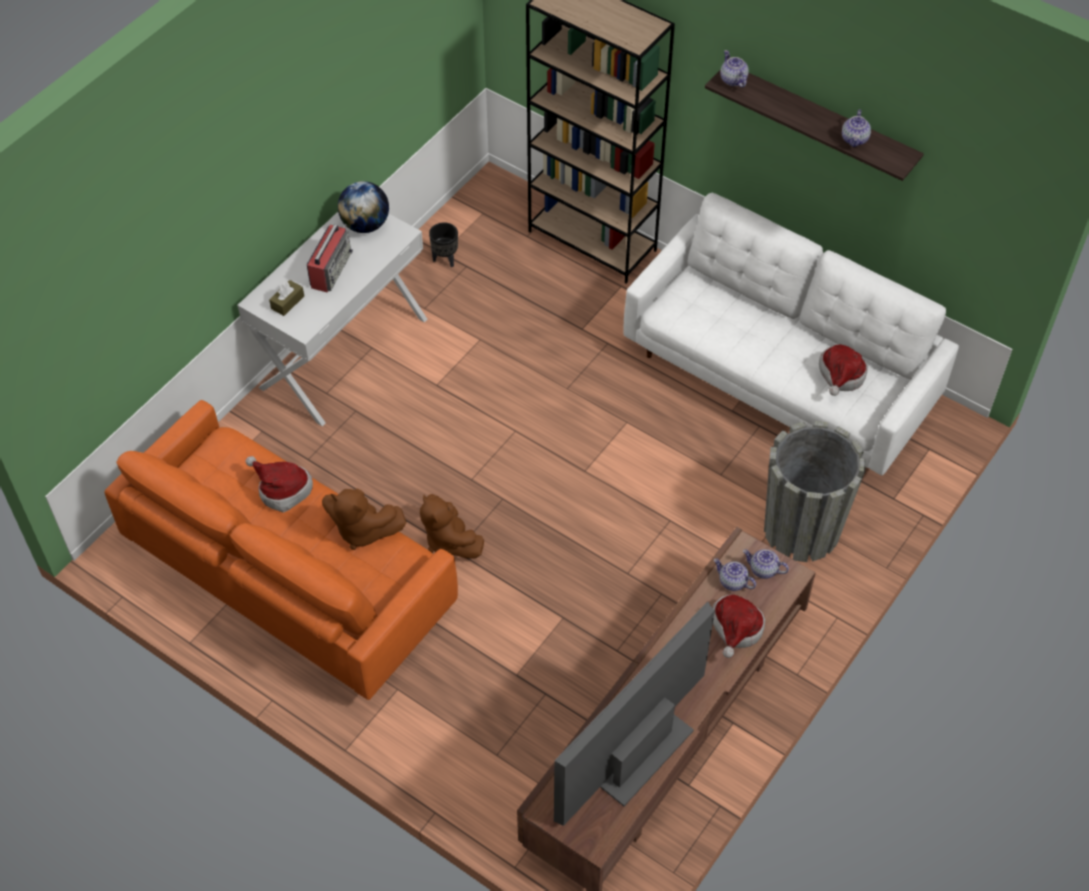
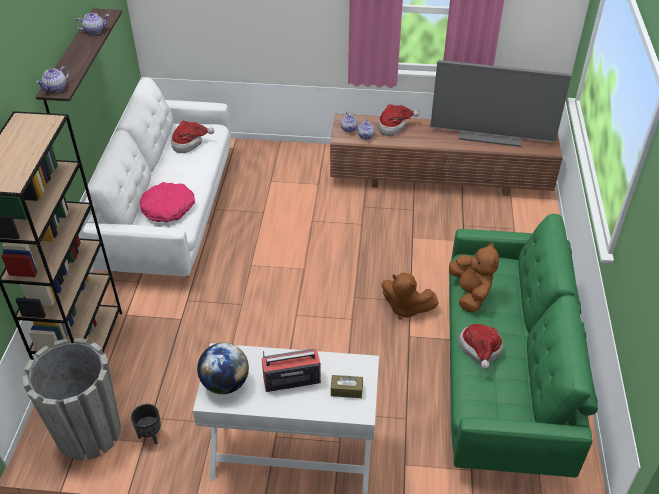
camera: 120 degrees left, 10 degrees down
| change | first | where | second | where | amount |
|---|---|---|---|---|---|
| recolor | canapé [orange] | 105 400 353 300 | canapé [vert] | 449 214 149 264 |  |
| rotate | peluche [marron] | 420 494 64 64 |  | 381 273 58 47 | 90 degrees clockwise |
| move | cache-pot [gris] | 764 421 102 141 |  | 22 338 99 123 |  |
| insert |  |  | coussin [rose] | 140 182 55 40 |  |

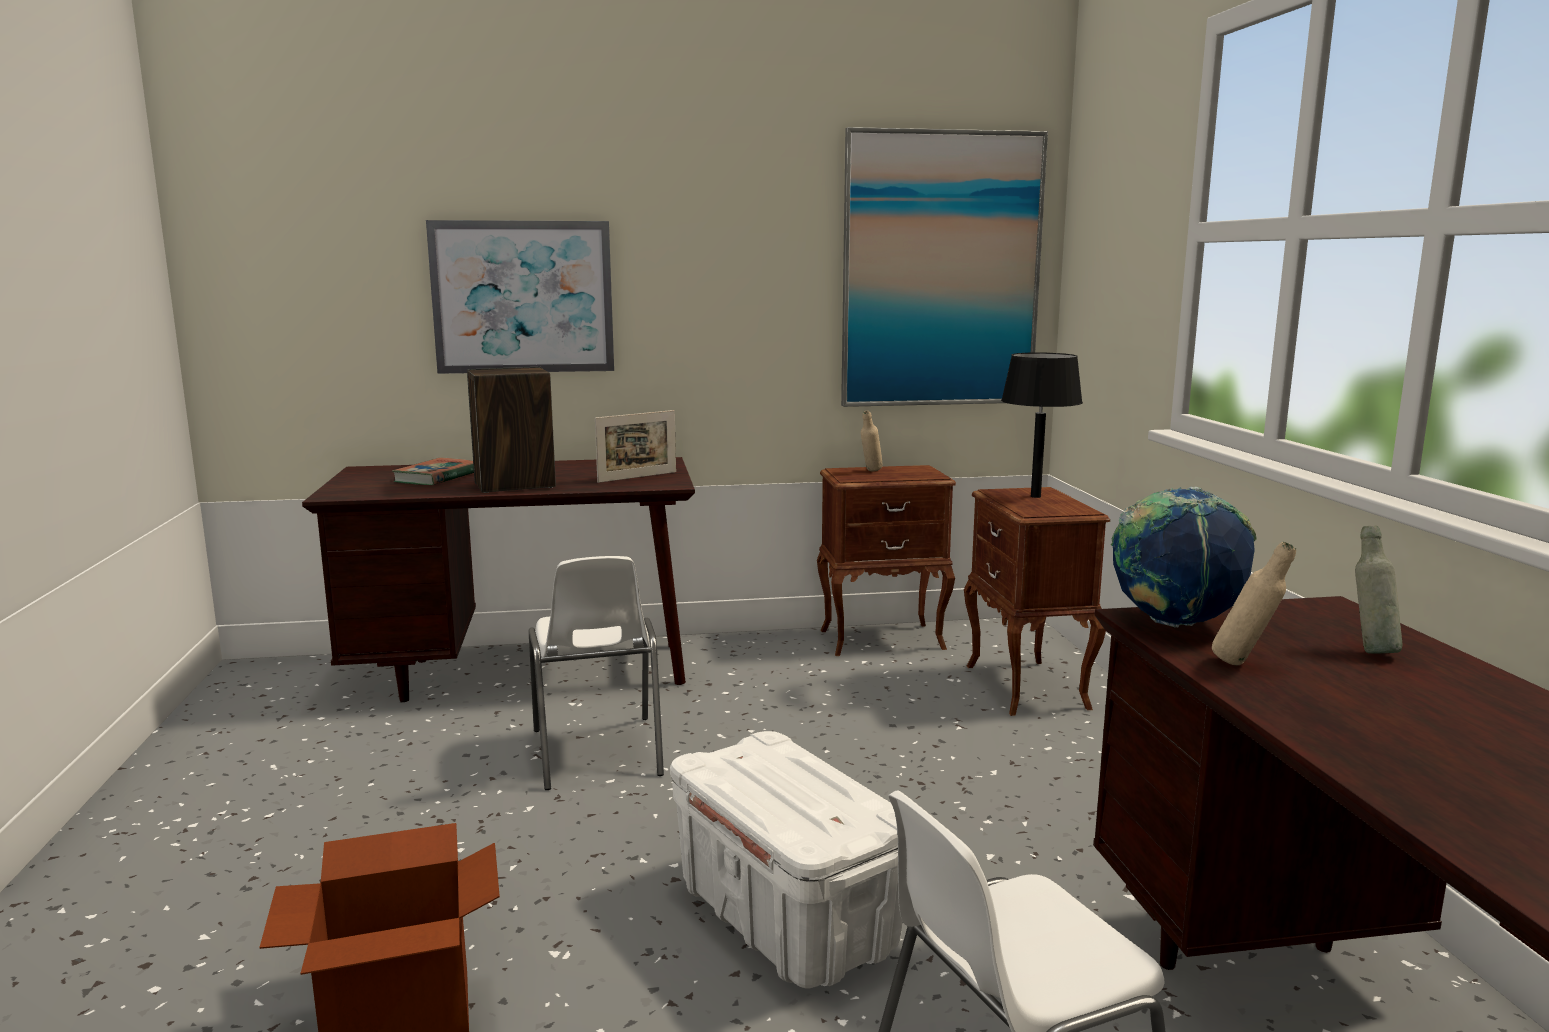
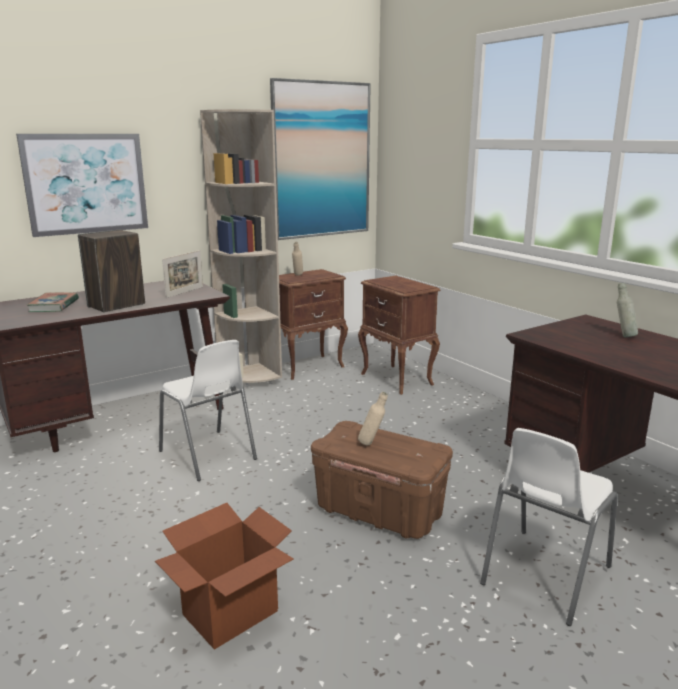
camera: 25 degrees left, 5 degrees up
| change | first | where | second | where | amount |
|---|---|---|---|---|---|
| recolor | boîte de rangement [blanc] | 670 731 232 258 | boîte de rangement [marron] | 311 421 142 118 |  |
| delete | lampe de table [noir] | 1001 353 82 145 |  |  |  |
| delete | globe | 1111 487 146 141 |  |  |  |
| move | bouteille [beige] | 1212 542 84 124 |  | 358 392 30 53 |  |
| insert |  |  | bibliothèque [beige] | 200 109 82 278 |  |

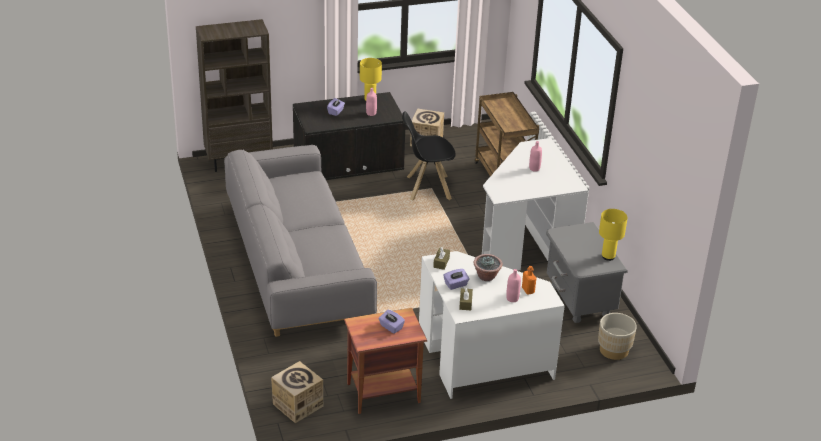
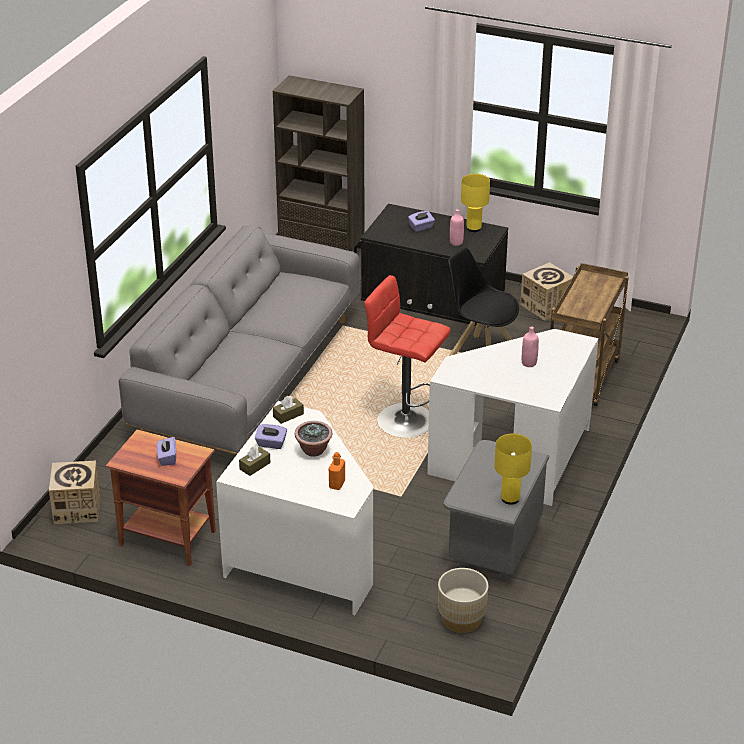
camera: 40 degrees right, 0 degrees up
| change | first | where | second | where | amount |
|---|---|---|---|---|---|
| delete | bouteille [rose] | 506 269 15 33 |  |  |  |
| insert |  |  | tabouret [rouge] | 364 275 87 163 |  |

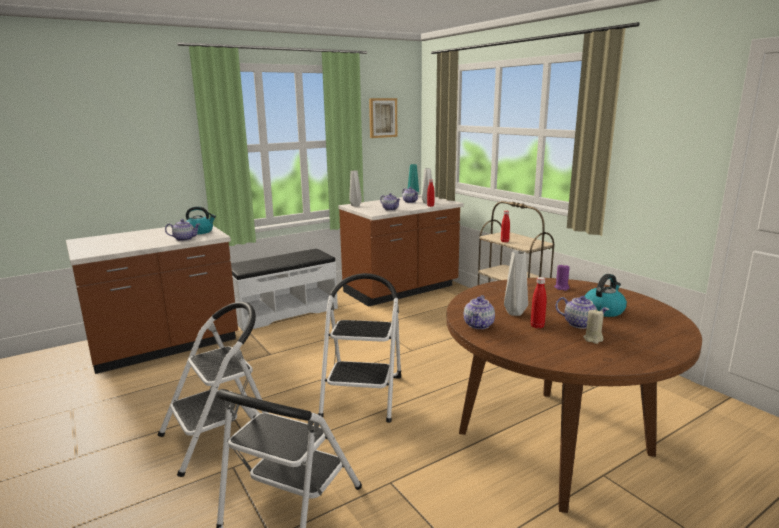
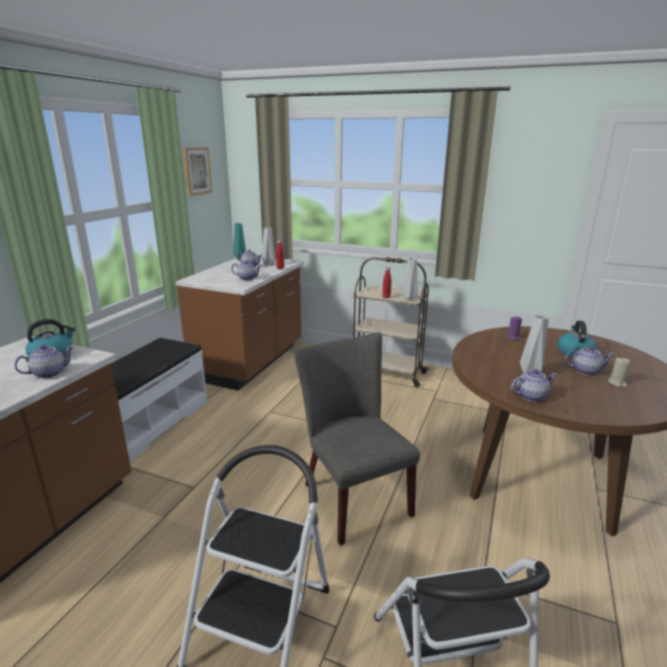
camera: 35 degrees left, 5 degrees up
| change | first | where | second | where | amount |
|---|---|---|---|---|---|
| replace | escabeau | 318 273 83 150 | chaise [gris] | 294 332 126 213 |  |
| move | vase [gris] | 349 171 13 35 |  | 402 258 16 43 |  |
| rotate | théière | 464 295 31 34 |  | 511 369 46 33 | 90 degrees counterclockwise |
| delete | bouteille [rouge] | 531 277 16 52 |  |  |  |

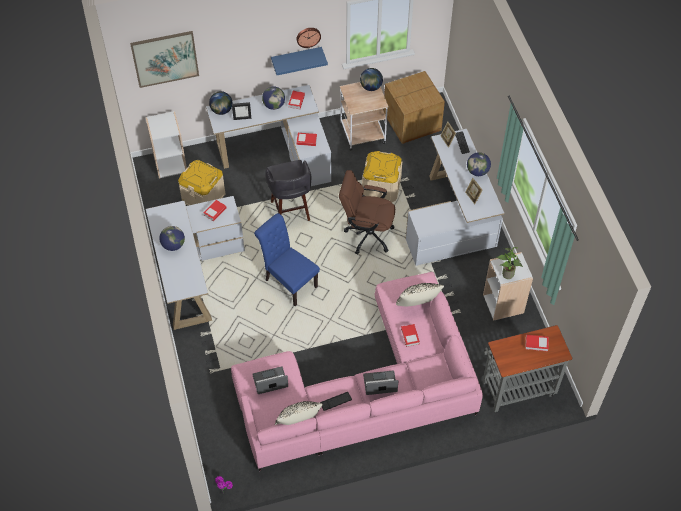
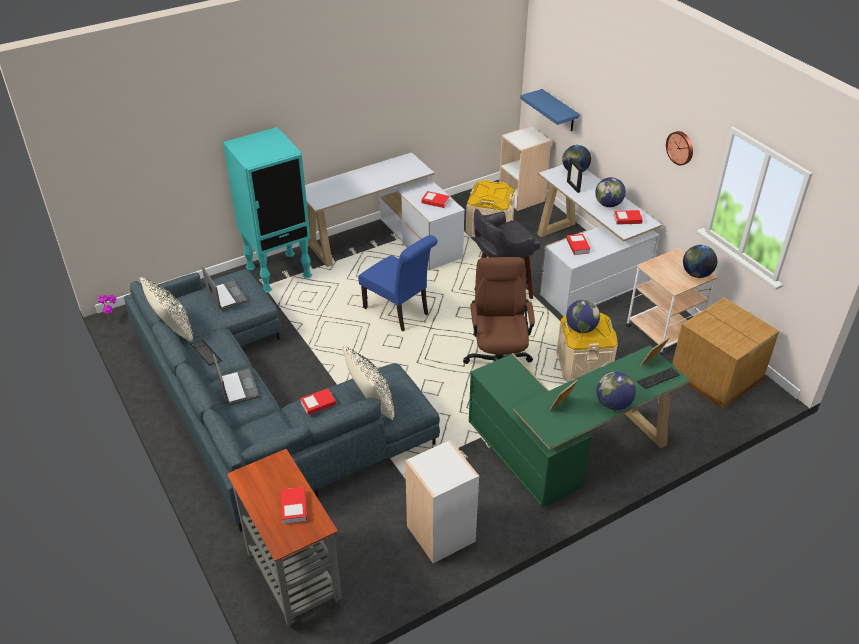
camera: 75 degrees right, 15 degrees down
| change | first | where | second | where | amount |
|---|---|---|---|---|---|
| delete | tableau | 130 31 69 57 |  |  |  |
| move | globe | 159 226 26 25 |  | 566 300 34 33 |  |
| recolor | canapé [rose] | 231 272 252 199 | canapé [bleu] | 124 269 316 263 |  |
| rotate | chaise [bleu] | 254 213 66 93 |  | 358 235 80 96 | 105 degrees clockwise |
| move | étagère [bleu] | 271 47 57 28 |  | 520 89 60 42 |  |
| recolor | bureau [blanc] | 406 129 98 137 | bureau [vert] | 469 345 221 163 |  |
| delete | plante en pot | 496 247 27 32 |  |  |  |
| insert |  |  | meuble de rangement [turquoise] | 223 127 89 166 |  |

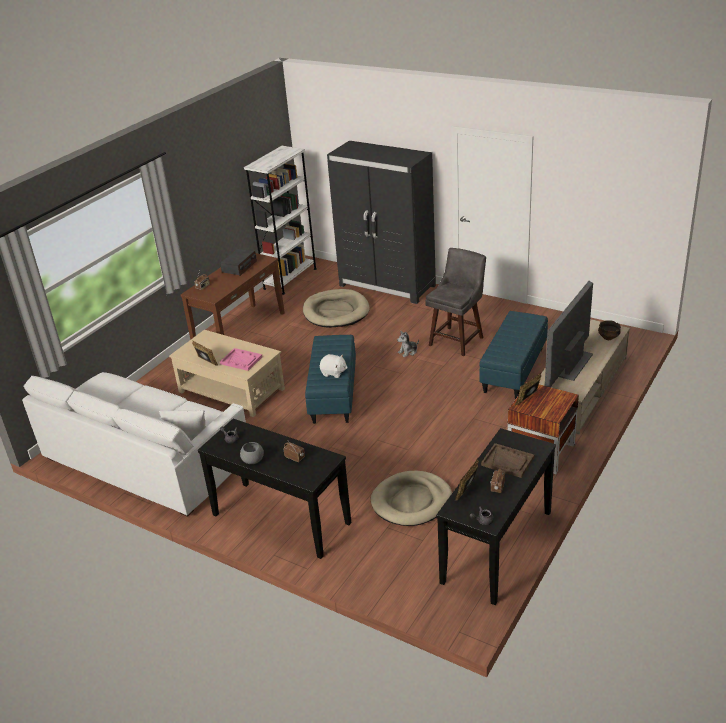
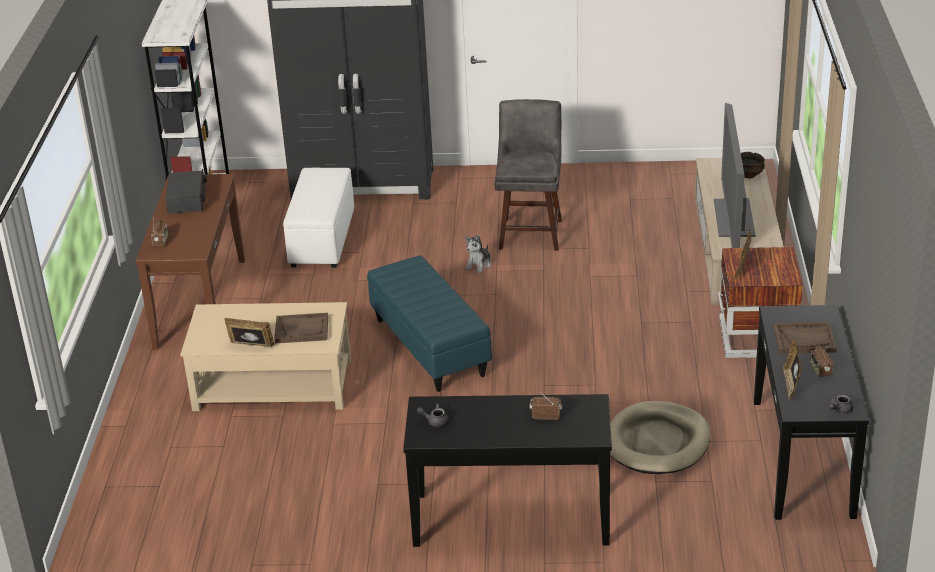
camera: 30 degrees left, 0 degrees up
| change | first | where | second | where | amount |
|---|---|---|---|---|---|
| delete | canapé [blanc] | 22 372 224 145 |  |  |  |
| recolor | plateau [rose] | 220 348 42 23 | plateau [marron] | 274 313 54 30 |  |
| delete | bol [gris] | 240 442 24 22 |  |  |  |
| replace | panier pour chien [beige] | 303 289 66 39 | pouf [blanc] | 283 168 71 100 |  |
| delete | peluche [blanc] | 320 354 28 24 |  |  |  |
| delete | pouf [bleu] | 479 311 69 88 |  |  |  |

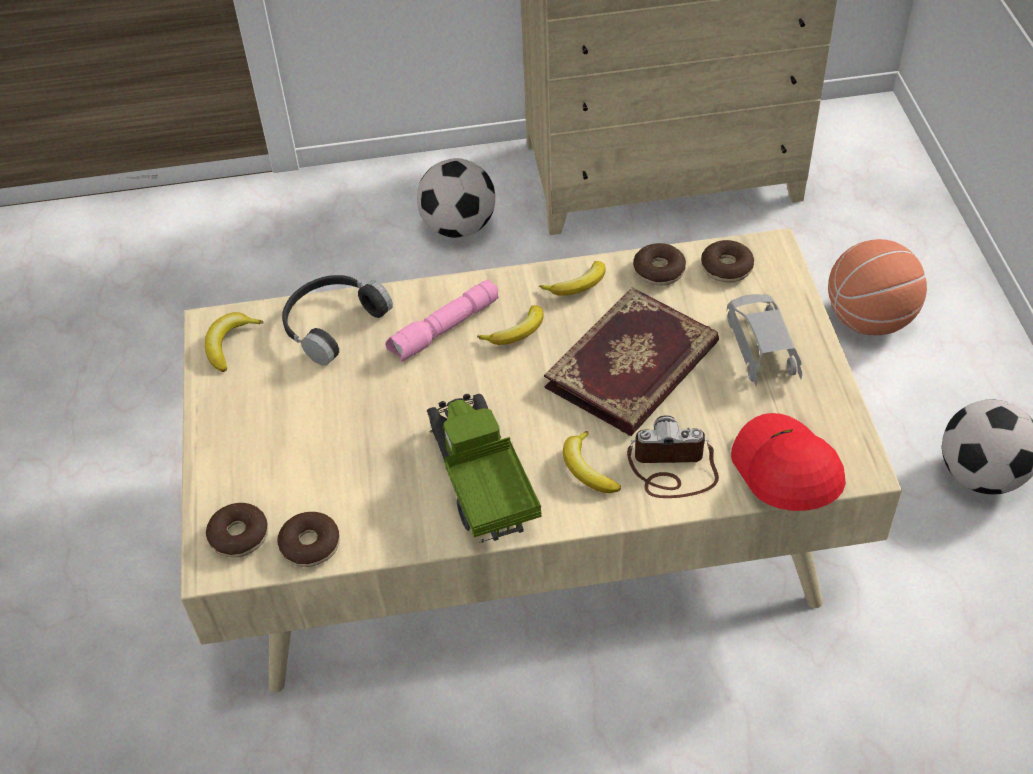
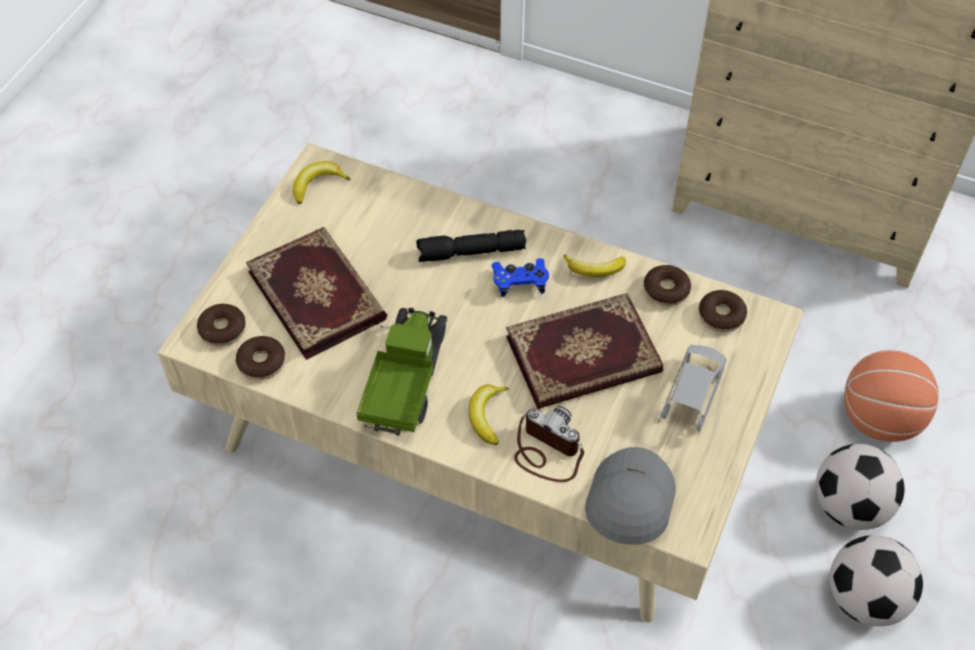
camera: 30 degrees right, 5 degrees up
| change | first | where | second | where | amount |
|---|---|---|---|---|---|
| delete | casque audio [noir] | 282 275 111 91 |  |  |  |
| recolor | lampe de poche [rose] | 385 279 114 84 | lampe de poche [noir] | 416 230 110 32 |  |
| move | ballon de foot | 417 158 78 80 |  | 816 444 89 86 |  |
| replace | banane | 477 305 67 40 | manette [bleu] | 491 258 58 39 |  |
| recolor | casquette [rouge] | 731 413 115 98 | casquette [gris] | 585 447 91 98 |  |
| insert |  |  | livre | 246 227 141 133 |  |

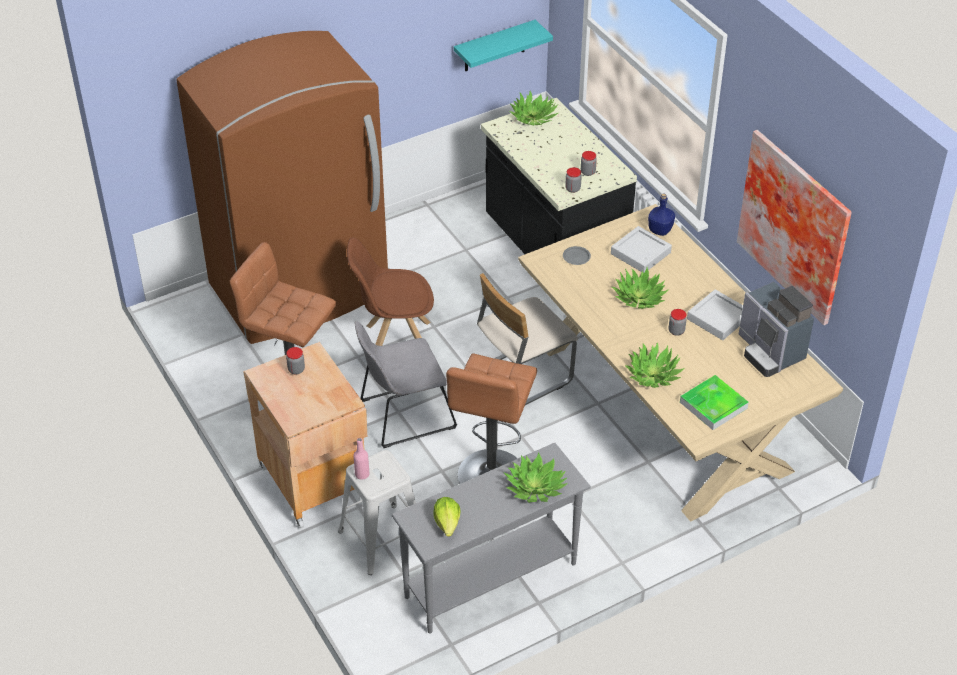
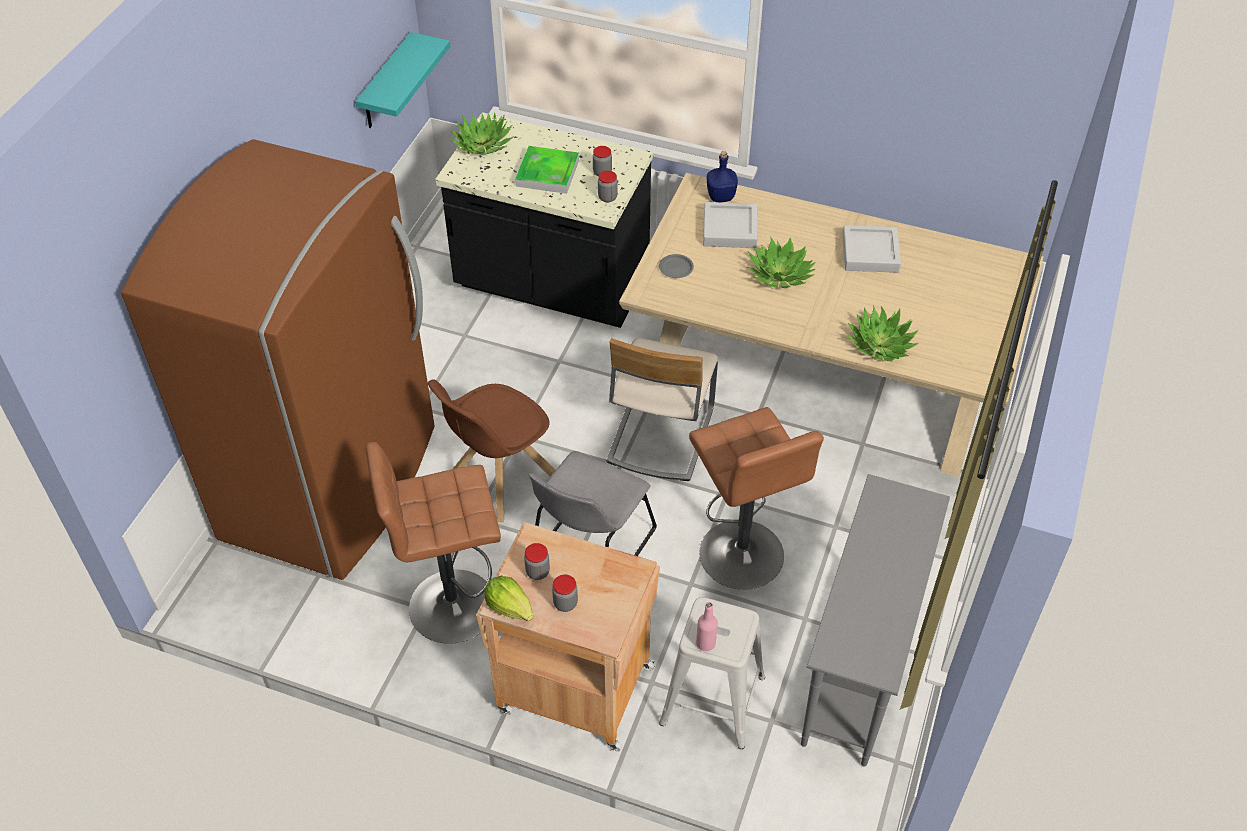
camera: 40 degrees left, 5 degrees up
| change | first | where | second | where | amount |
|---|---|---|---|---|---|
| move | laitue | 433 497 27 40 |  | 484 576 49 45 |  |
| delete | plante en pot | 503 453 65 50 |  |  |  |
| move | bocal | 669 309 18 27 |  | 552 575 26 37 |  |
| move | plateau | 680 375 69 55 |  | 515 146 64 48 |  |
| delete | tableau | 737 130 115 195 |  |  |  |
| delete | machine à café | 739 282 75 95 |  |  |  |

